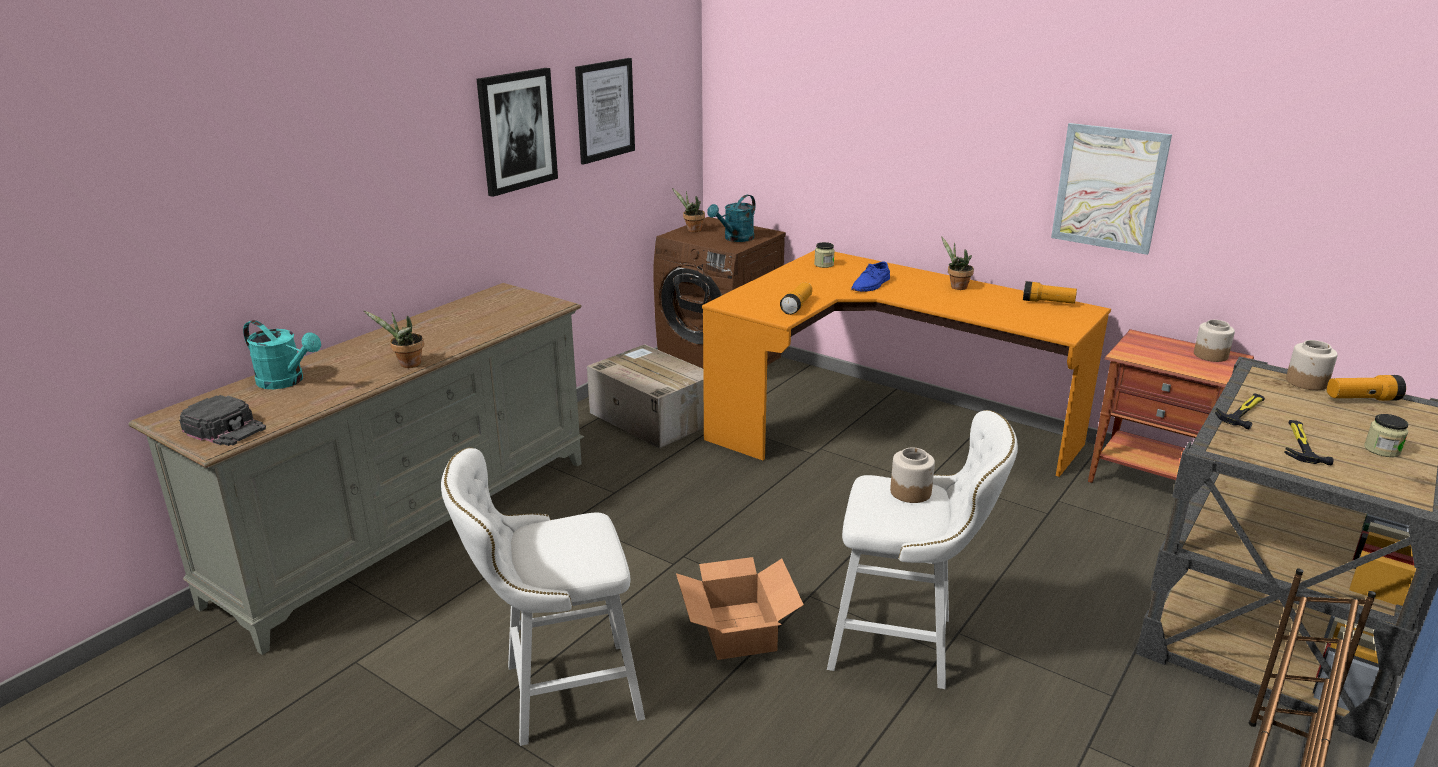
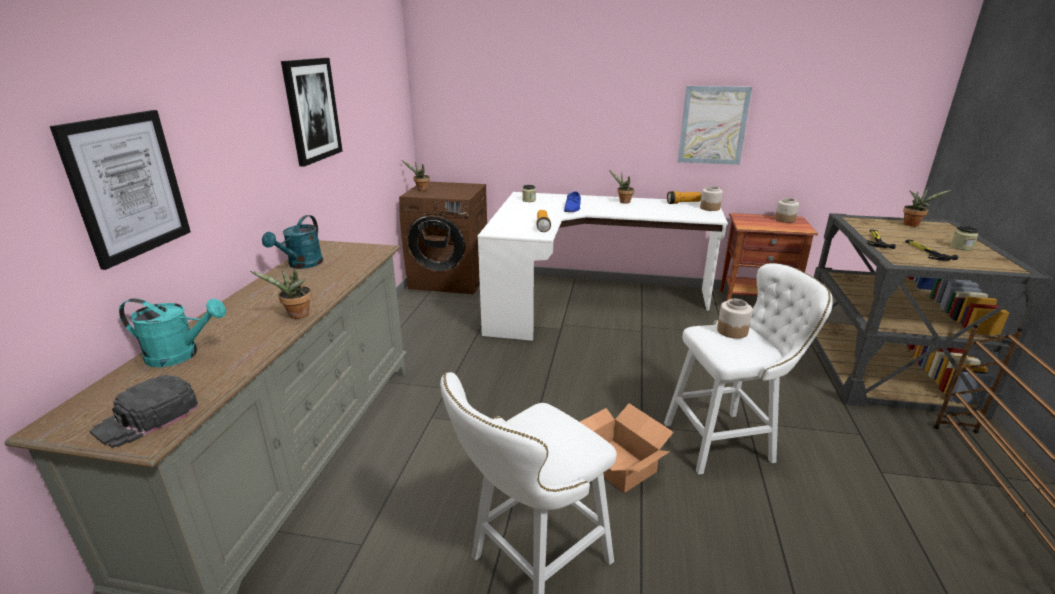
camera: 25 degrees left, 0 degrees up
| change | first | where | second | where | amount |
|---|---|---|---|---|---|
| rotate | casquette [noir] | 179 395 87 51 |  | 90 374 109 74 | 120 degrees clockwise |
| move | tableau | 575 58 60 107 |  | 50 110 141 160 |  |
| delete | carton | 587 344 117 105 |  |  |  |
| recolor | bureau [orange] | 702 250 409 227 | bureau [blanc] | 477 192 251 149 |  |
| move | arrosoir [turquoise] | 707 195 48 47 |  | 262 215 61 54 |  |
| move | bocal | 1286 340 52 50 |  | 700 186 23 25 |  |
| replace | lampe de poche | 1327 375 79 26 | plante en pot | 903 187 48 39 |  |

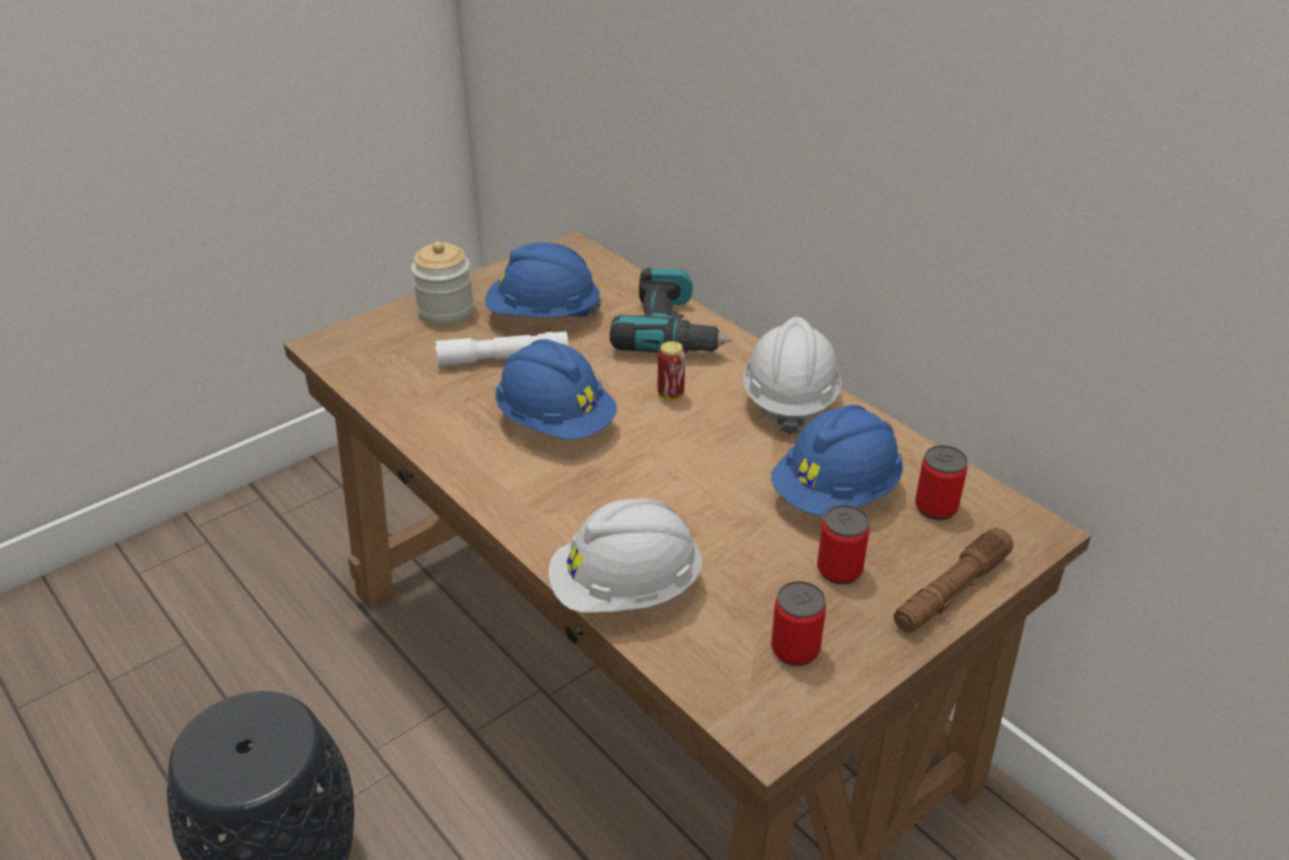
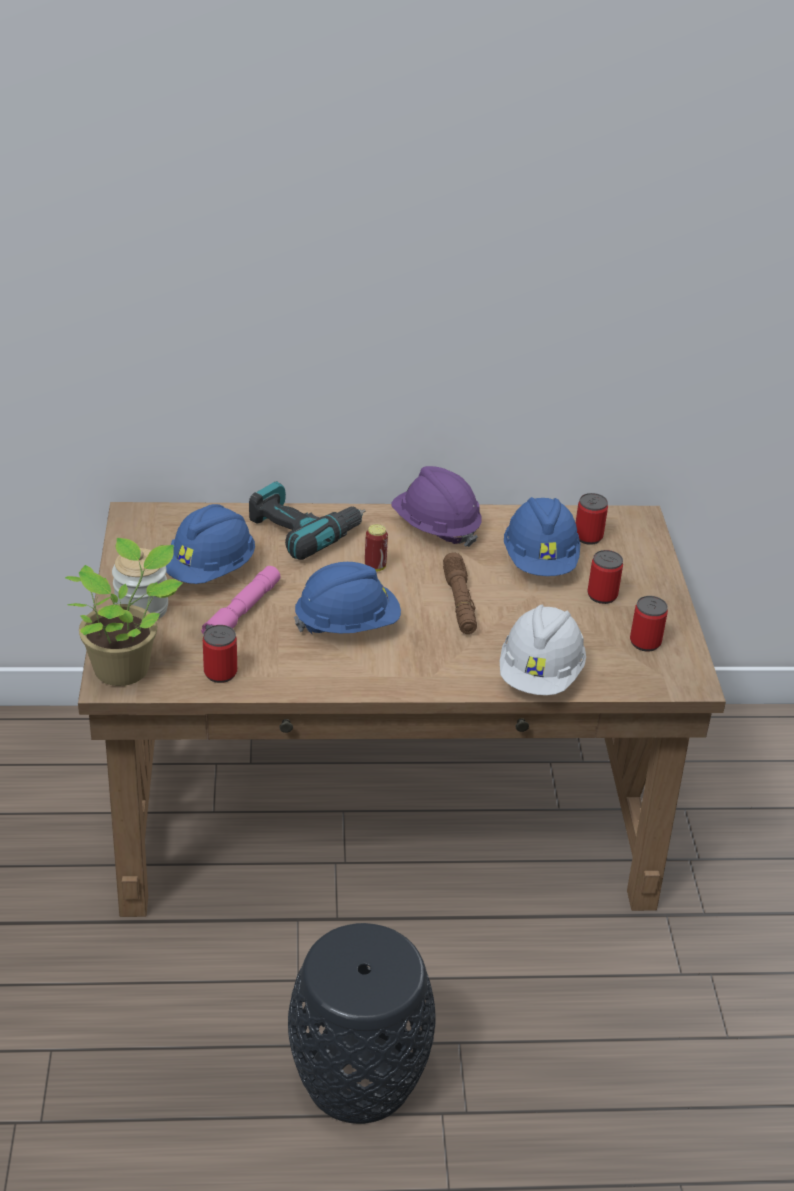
camera: 55 degrees left, 0 degrees up
| change | first | where | second | where | amount |
|---|---|---|---|---|---|
| recolor | lampe de poche [blanc] | 435 331 134 36 | lampe de poche [rose] | 201 566 79 68 |  |
| recolor | casque de chantier [blanc] | 743 317 99 118 | casque de chantier [violet] | 392 466 90 81 |  |
| move | lampe de poche [marron] | 894 528 119 105 |  | 443 552 34 82 |  |
| insert |  |  | plante en pot | 65 538 117 148 |  |
| insert |  |  | boîte métallique | 203 625 34 58 |  |

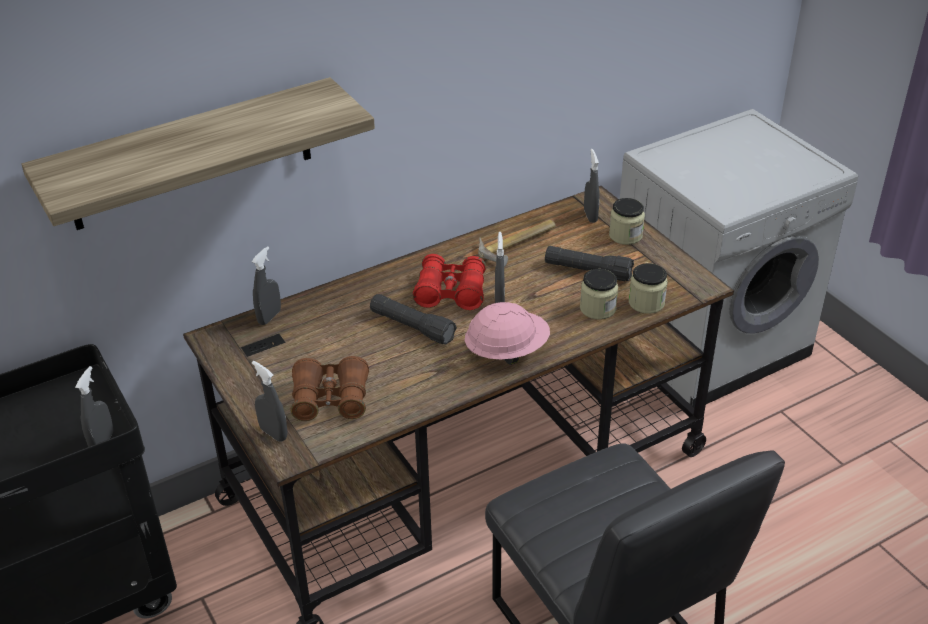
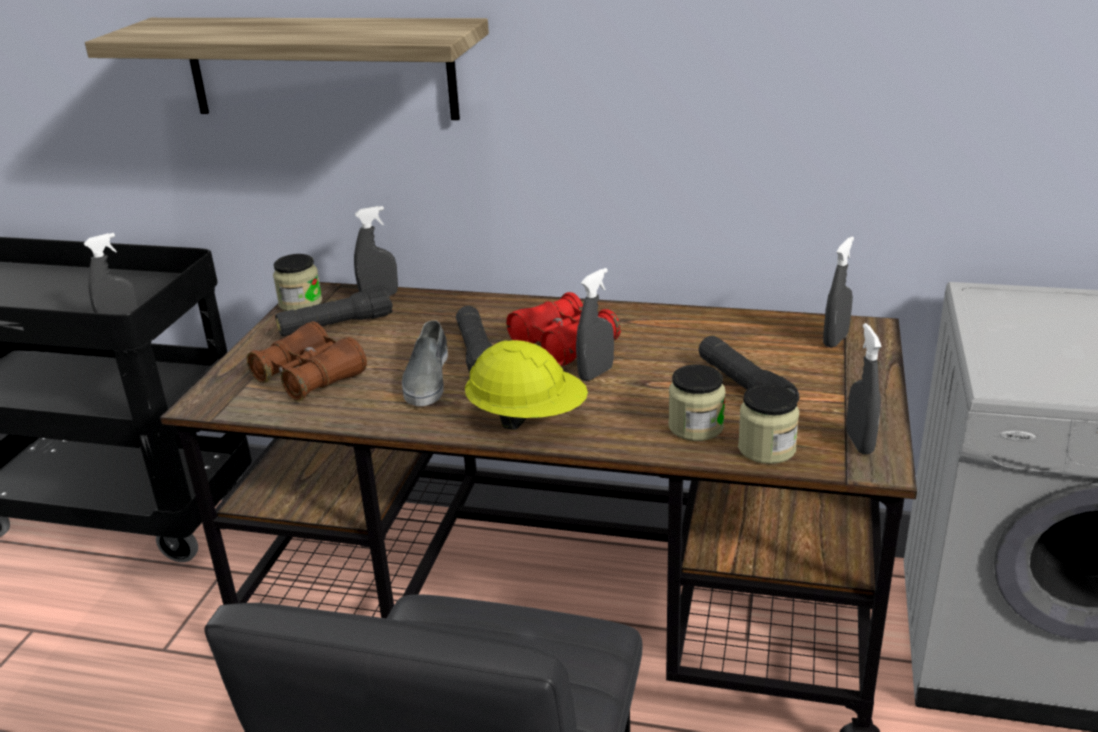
camera: 45 degrees right, 10 degrees down
| change | first | where | second | where | amount |
|---|---|---|---|---|---|
| move | vaporisateur [gris] | 252 361 35 81 |  | 846 323 36 131 |  |
| recolor | casque de chantier [rose] | 465 302 85 63 | casque de chantier [jaune] | 465 340 123 90 |  |
| delete | marteau | 478 220 77 47 |  |  |  |
| move | bocal | 609 198 36 47 |  | 273 254 49 57 |  |
| insert |  |  | lampe de poche [noir] | 275 286 118 50 |  |
| insert |  |  | chaussure [gris] | 402 320 46 86 |  |

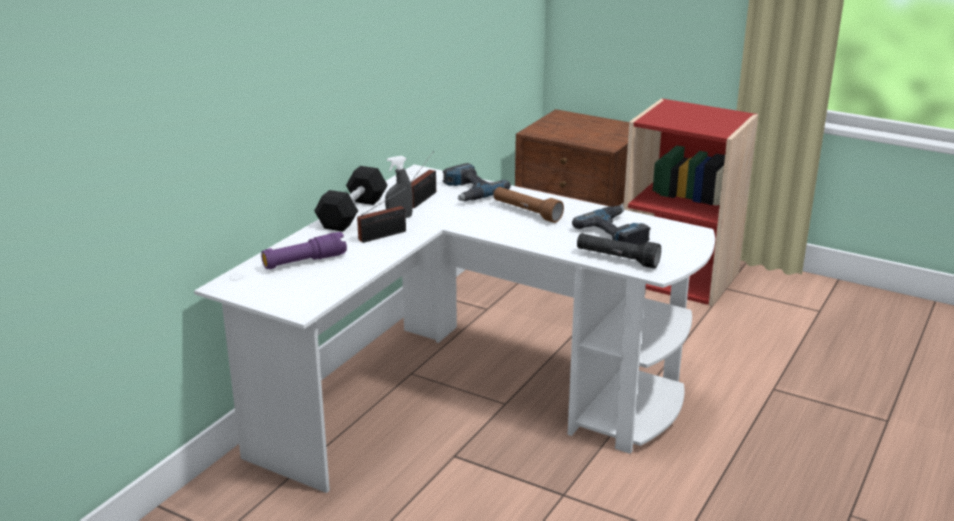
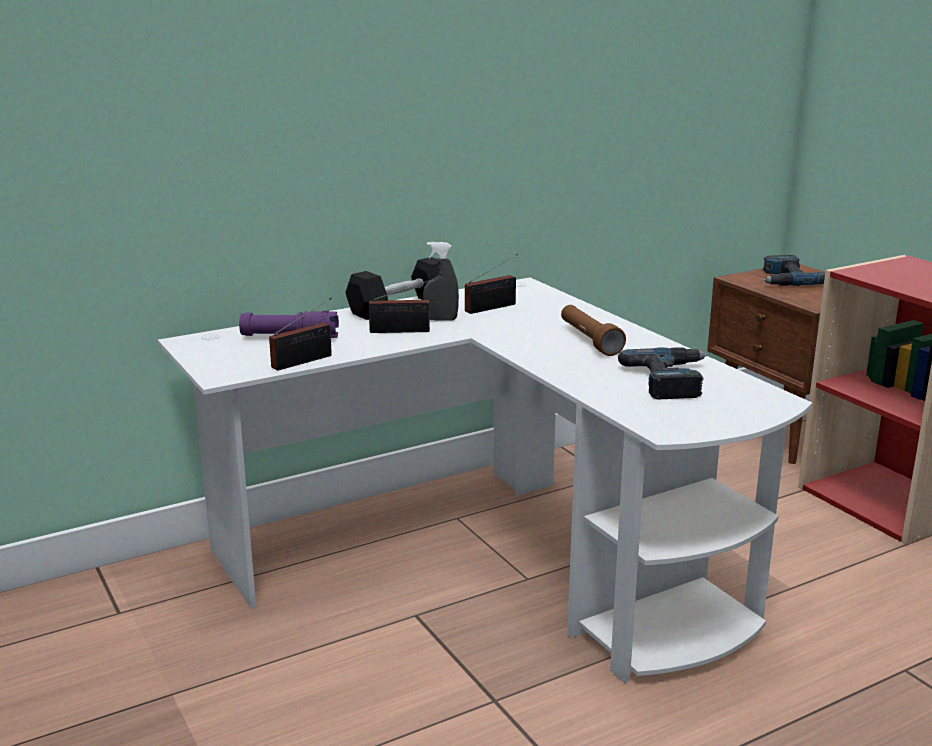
camera: 30 degrees right, 5 degrees down
| change | first | where | second | where | amount |
|---|---|---|---|---|---|
| move | perceuse | 443 163 68 38 |  | 763 255 62 31 |  |
| delete | lampe de poche [noir] | 577 233 84 36 |  |  |  |
| insert |  |  | radio | 269 298 63 72 |  |

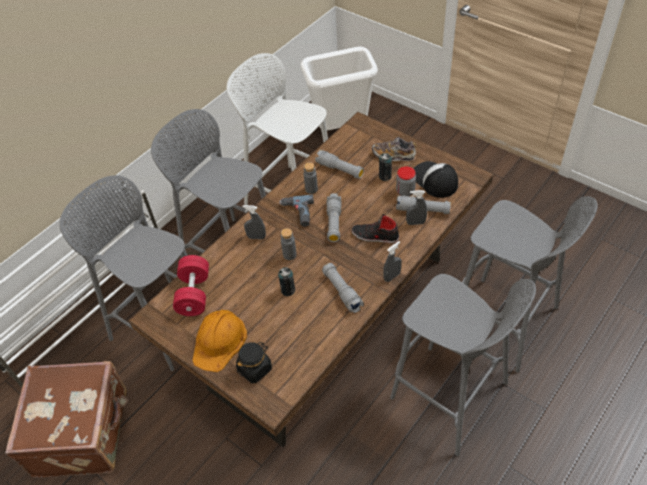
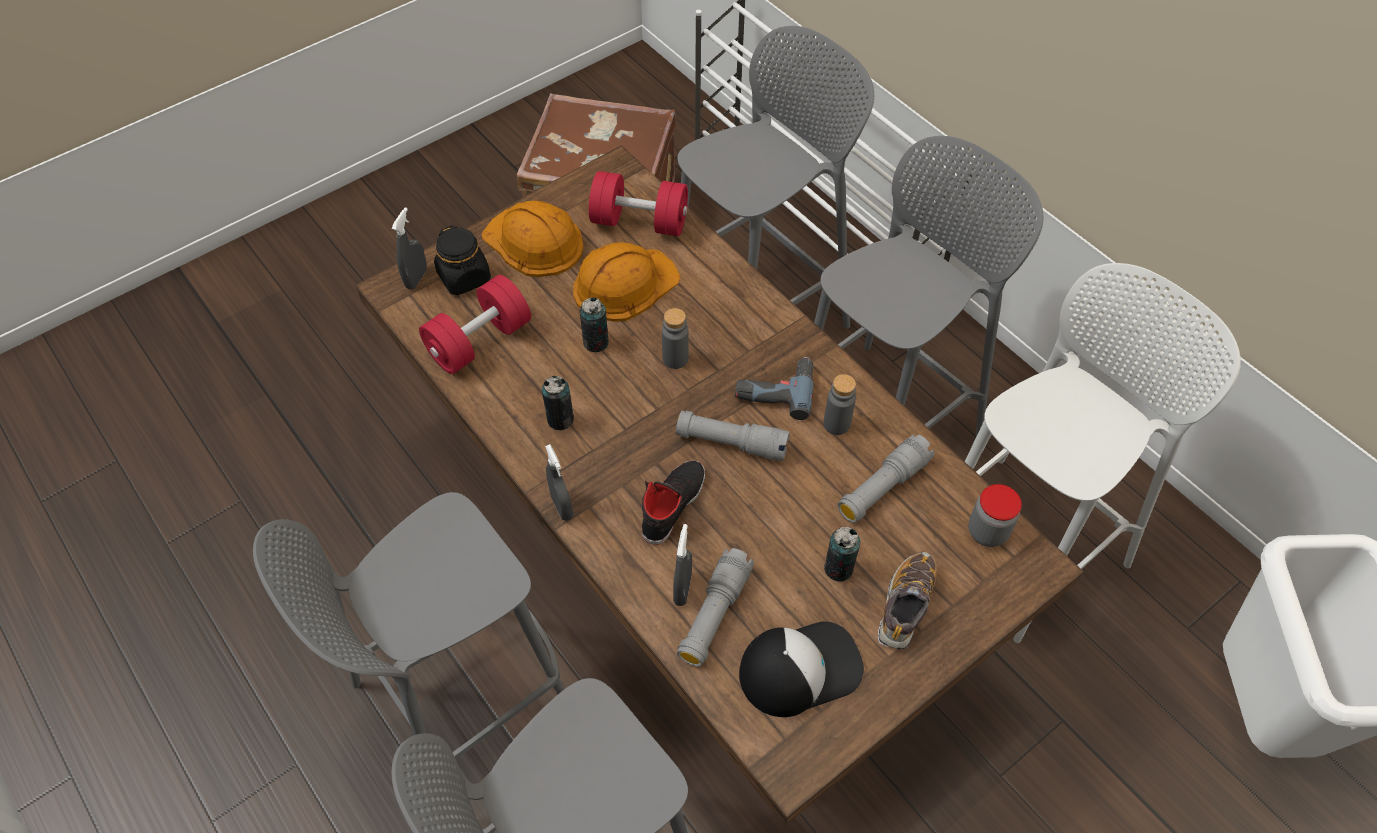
camera: 100 degrees right, 5 degrees up
| change | first | where | second | where | amount |
|---|---|---|---|---|---|
| move | vaporisateur [gris] | 242 205 24 34 |  | 391 207 36 82 |  |
| replace | lampe de poche [gris] | 322 263 42 50 | boîte métallique | 542 376 32 54 |  |
| move | bocal | 396 166 20 30 |  | 968 484 54 63 |  |
| insert |  |  | haltère [rouge] | 419 275 112 99 |  |
| insert |  |  | casque de chantier [orange] | 573 242 108 80 |  |

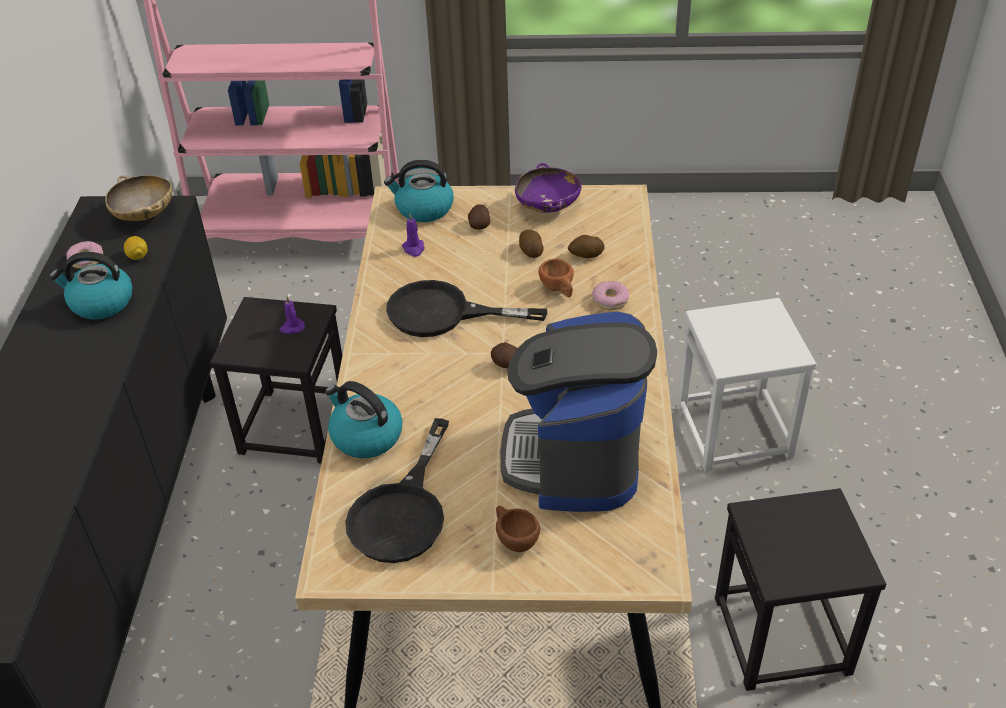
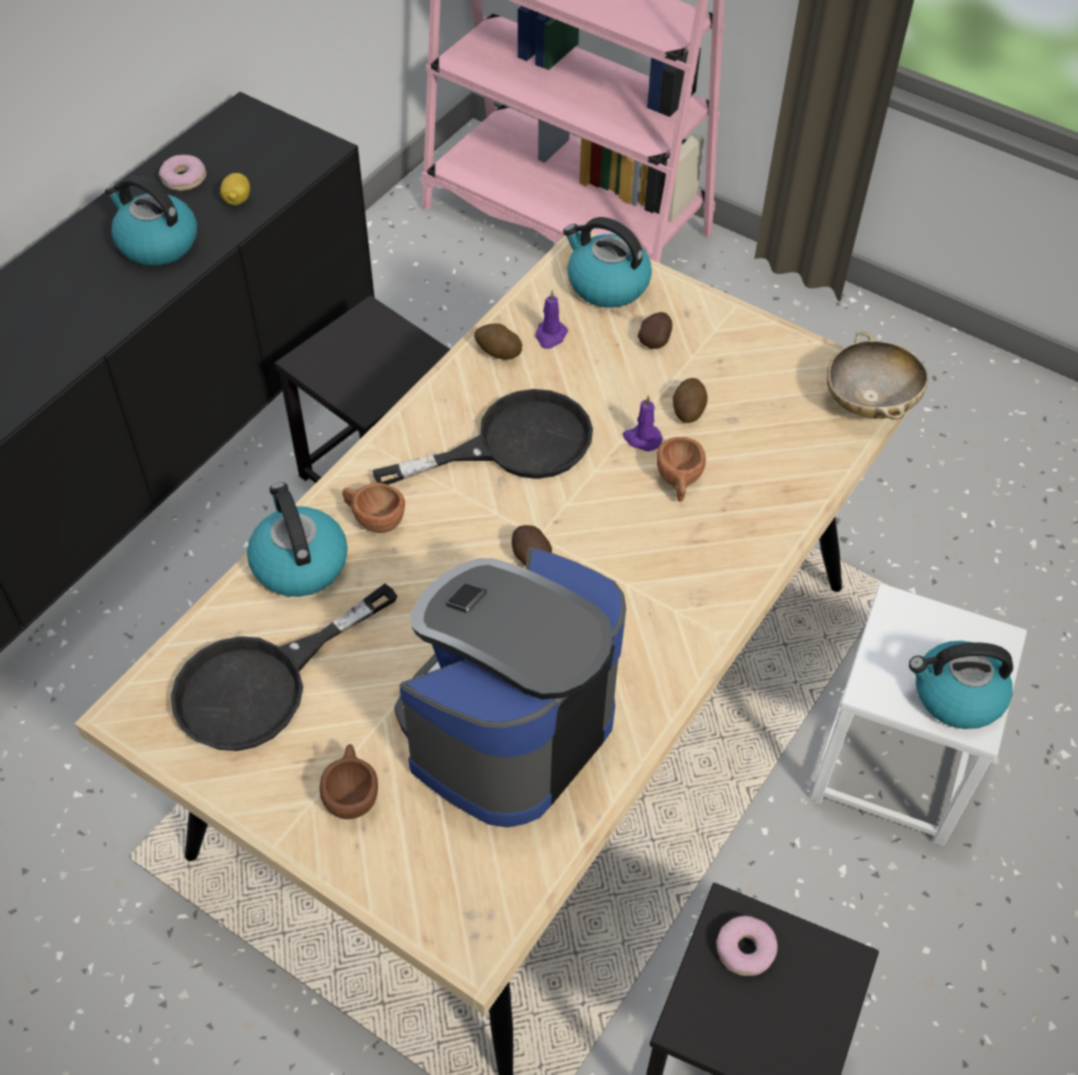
camera: 30 degrees right, 10 degrees up
| change | first | where | second | where | amount |
|---|---|---|---|---|---|
| move | bol [beige] | 105 175 67 46 |  | 827 332 101 88 |  |
| move | bougie [violet] | 279 296 26 38 |  | 623 395 40 56 |  |
| rotate | poêle [noir] | 386 280 161 57 |  | 373 389 220 96 | 120 degrees clockwise |
| delete | bol [violet] | 515 163 67 50 |  |  |  |
| move | pomme de terre | 568 235 36 23 |  | 474 323 48 37 |  |
| move | beignet | 592 281 37 29 |  | 716 916 62 60 |  |
| insert |  |  | tasse [marron] | 342 483 63 50 |  |
| insert |  |  | bouilloire | 909 641 104 88 |  |

